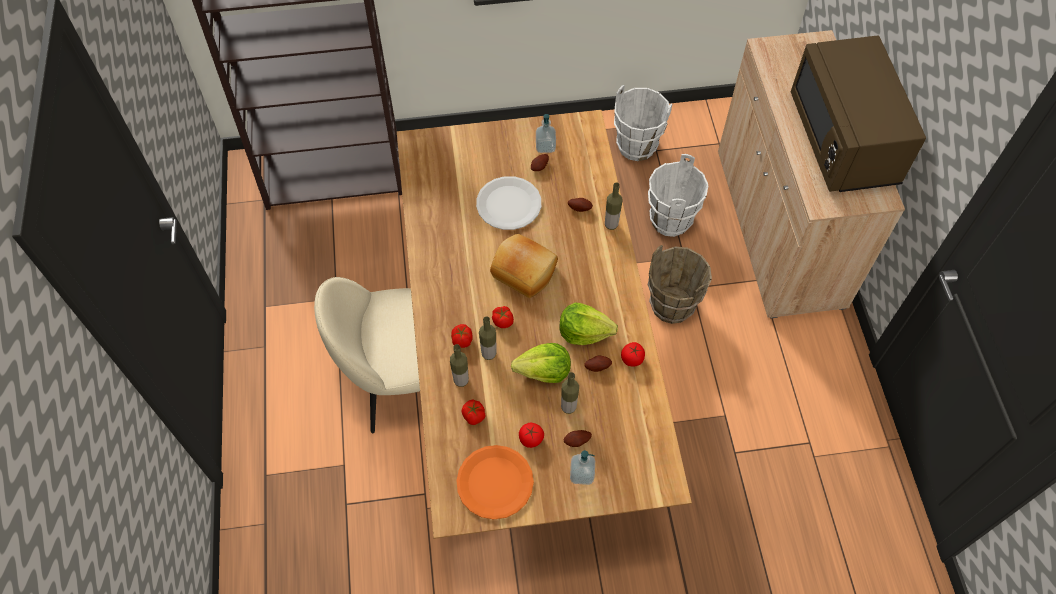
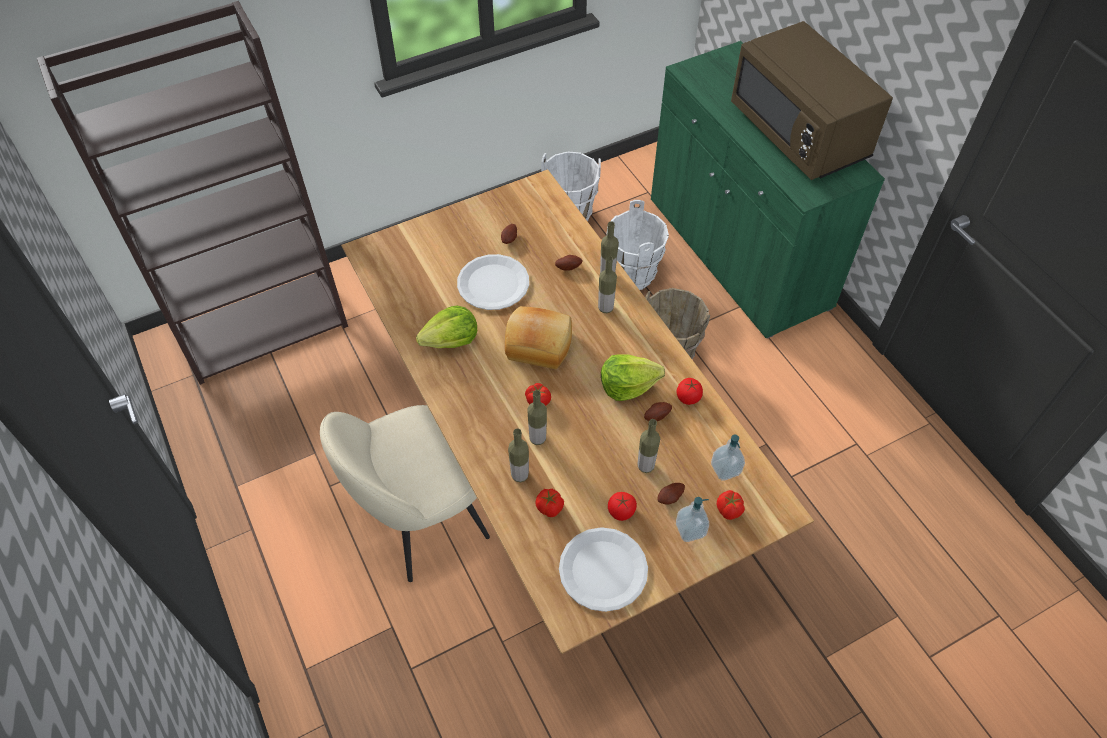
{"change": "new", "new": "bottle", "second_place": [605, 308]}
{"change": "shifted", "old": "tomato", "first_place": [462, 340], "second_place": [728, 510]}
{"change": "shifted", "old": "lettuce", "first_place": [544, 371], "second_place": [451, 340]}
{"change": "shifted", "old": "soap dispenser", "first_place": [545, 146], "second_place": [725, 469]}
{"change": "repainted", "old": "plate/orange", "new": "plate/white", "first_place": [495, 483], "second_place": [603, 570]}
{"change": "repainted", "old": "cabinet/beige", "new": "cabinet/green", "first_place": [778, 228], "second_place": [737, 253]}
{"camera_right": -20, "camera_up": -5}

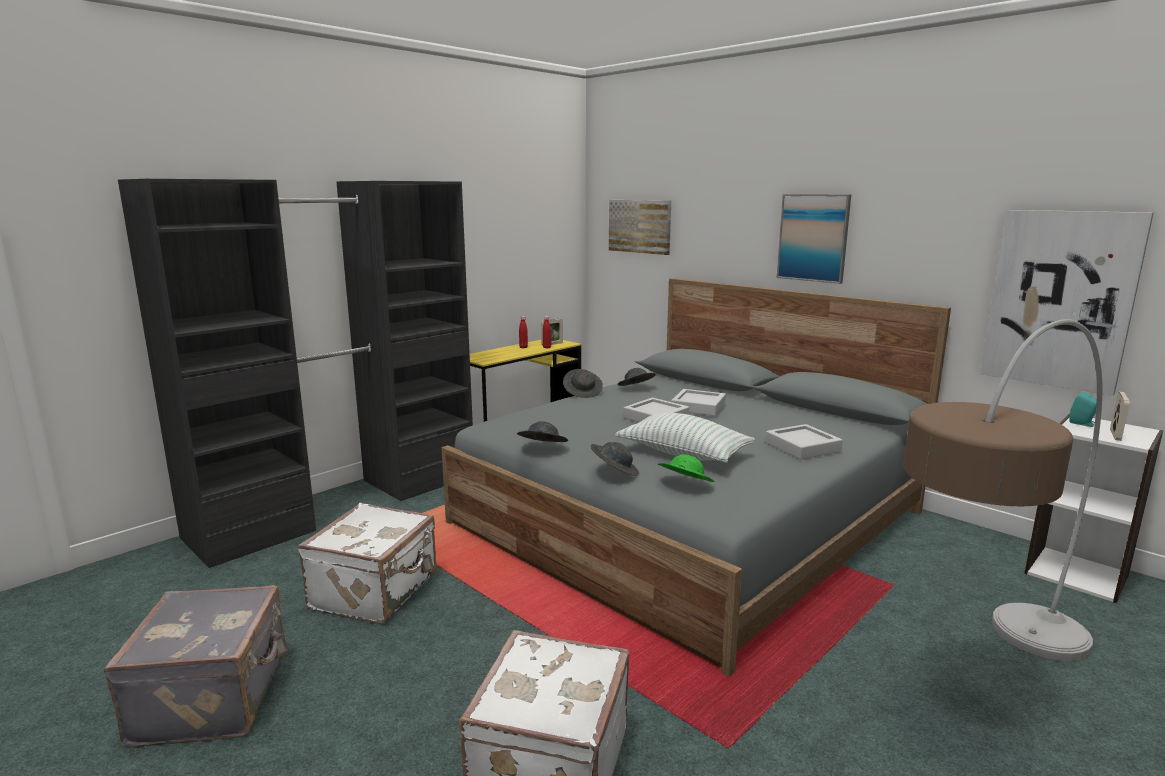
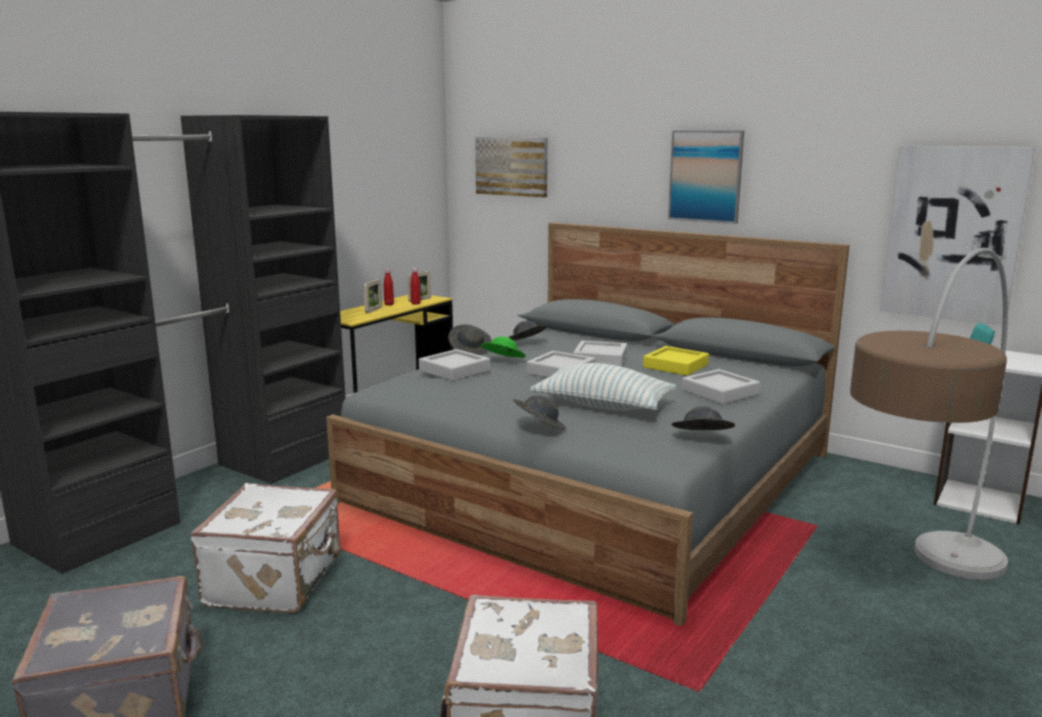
{"change": "new", "new": "tray/grey", "second_place": [454, 370]}
{"change": "new", "new": "tray/yellow", "second_place": [675, 366]}
{"change": "shifted", "old": "hat/grey", "first_place": [542, 448], "second_place": [701, 439]}
{"change": "shifted", "old": "hat/green", "first_place": [684, 485], "second_place": [502, 361]}
{"change": "shifted", "old": "picture frame", "first_place": [1115, 435], "second_place": [373, 310]}
{"camera_right": -10, "camera_up": 0}

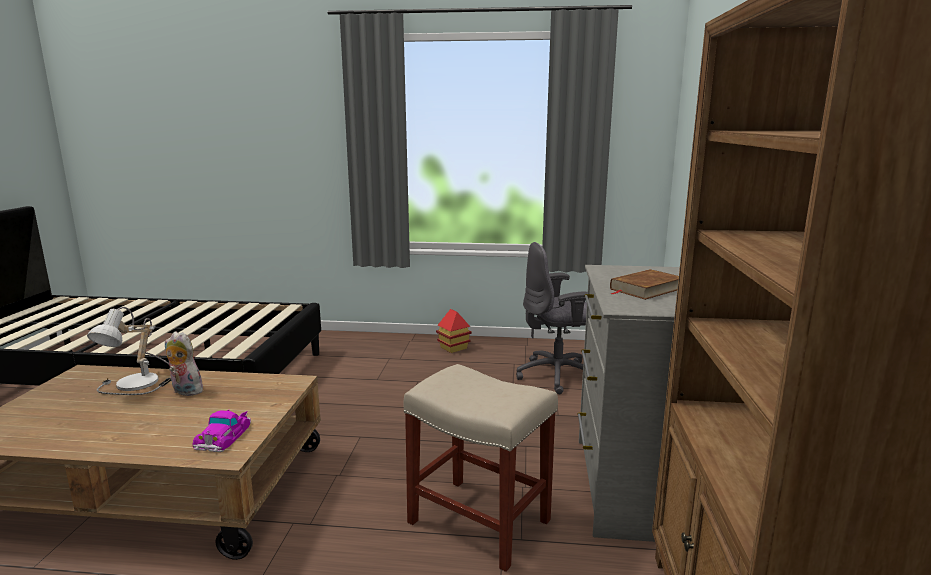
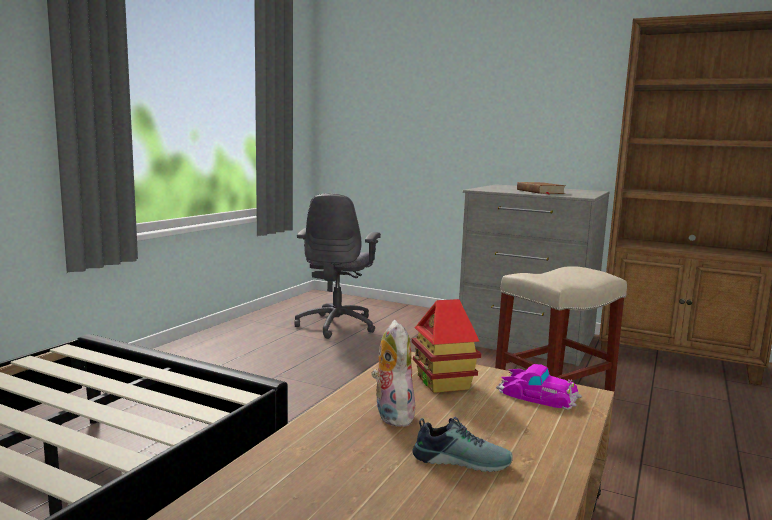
{"change": "gone", "old": "table lamp", "first_place": [139, 384]}
{"change": "new", "new": "shoe", "second_place": [461, 460]}
{"change": "shifted", "old": "toy house", "first_place": [453, 348], "second_place": [443, 383]}
{"change": "rotated", "old": "plush toy", "first_place": [185, 391], "second_place": [391, 415], "degrees": 120}
{"camera_right": -70, "camera_up": -5}

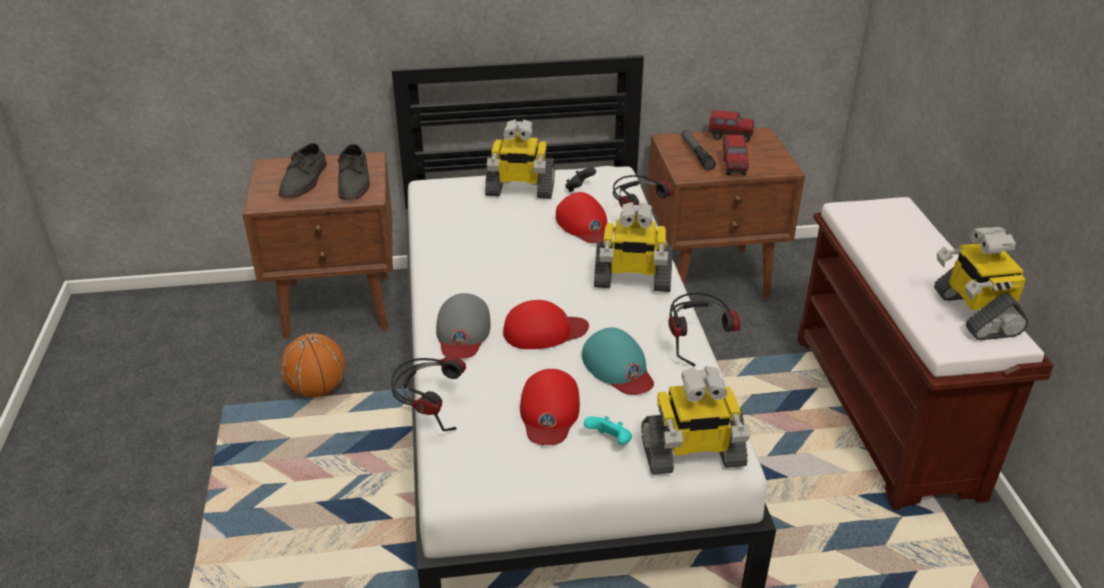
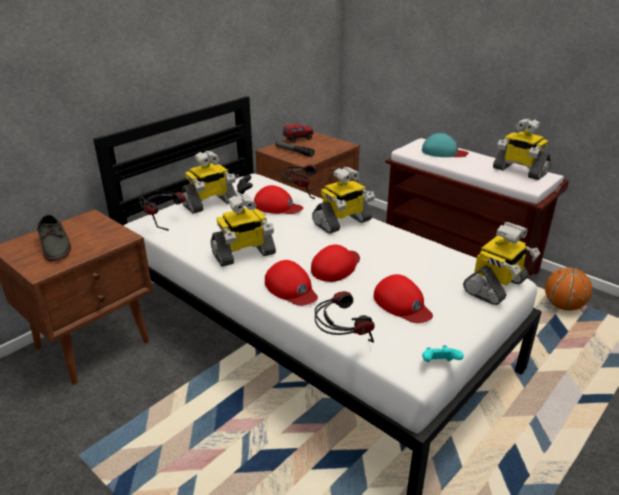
{"change": "gone", "old": "shoe/grey", "first_place": [354, 182]}
{"change": "gone", "old": "toy truck", "first_place": [734, 166]}
{"change": "new", "new": "toy robot", "second_place": [243, 254]}
{"change": "shifted", "old": "basketball", "first_place": [317, 389], "second_place": [563, 306]}
{"change": "shifted", "old": "cap/turquoise", "first_place": [618, 368], "second_place": [443, 152]}
{"change": "shifted", "old": "game controller/turquoise", "first_place": [610, 441], "second_place": [439, 364]}
{"change": "shifted", "old": "headphones", "first_place": [697, 345], "second_place": [163, 222]}
{"change": "repainted", "old": "cap/grey", "new": "cap/red", "first_place": [462, 332], "second_place": [291, 288]}
{"camera_right": -40, "camera_up": -5}

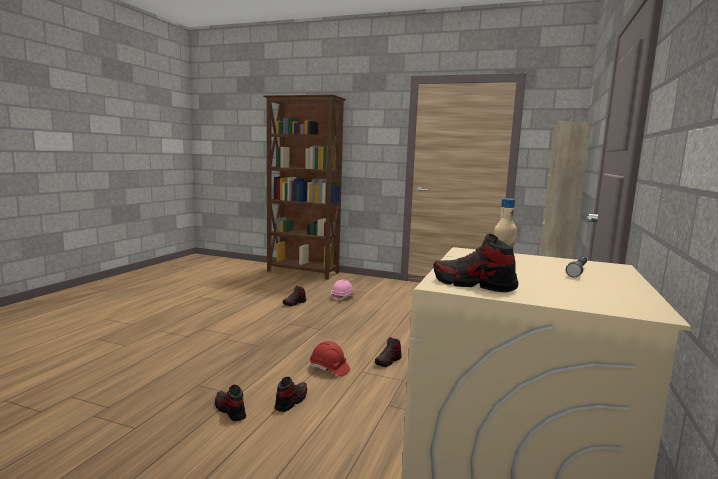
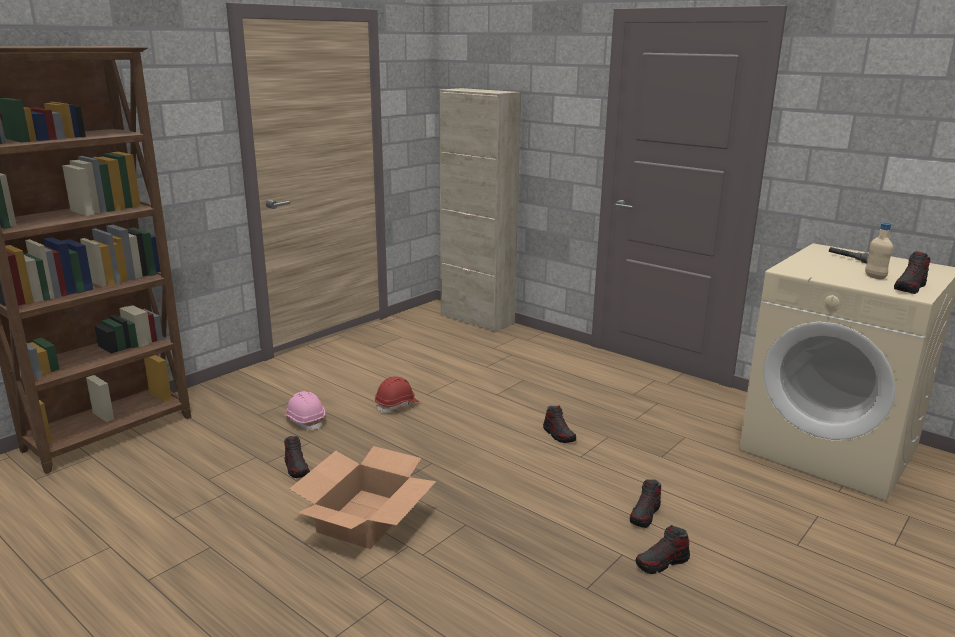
{"change": "new", "new": "cardboard box", "second_place": [365, 518]}
{"change": "shifted", "old": "hard hat/red", "first_place": [329, 369], "second_place": [397, 405]}
{"change": "rotated", "old": "shoe", "first_place": [291, 401], "second_place": [645, 515], "degrees": -105}
{"camera_right": -70, "camera_up": 10}

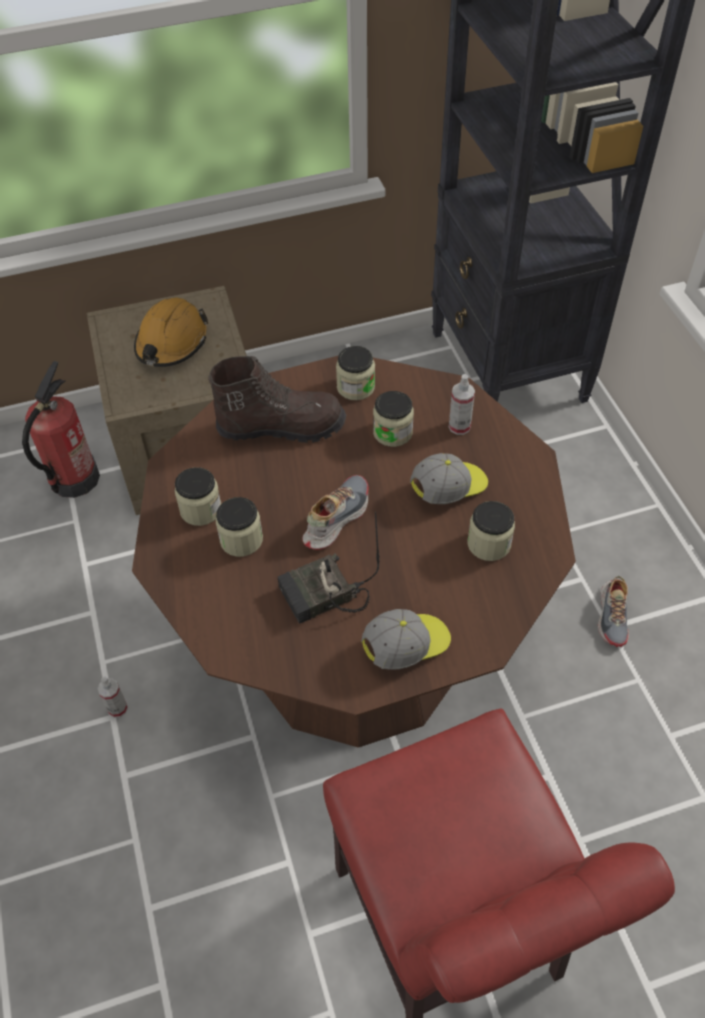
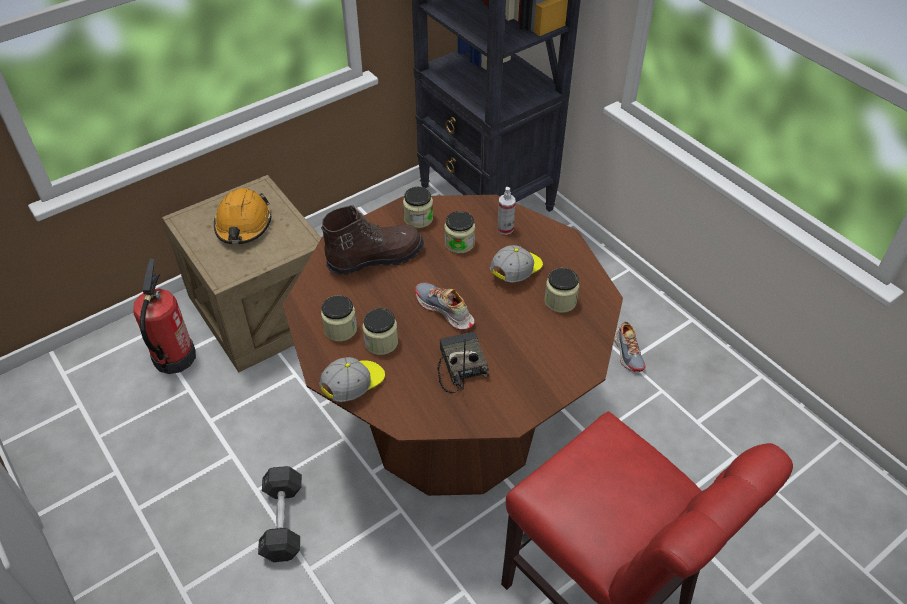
{"change": "shifted", "old": "cap", "first_place": [407, 646], "second_place": [354, 385]}
{"change": "swapped", "old": "spray bottle", "new": "dumbbell/grey", "first_place": [117, 708], "second_place": [283, 521]}
{"change": "rotated", "old": "radio", "first_place": [323, 597], "second_place": [460, 366], "degrees": 120}
{"change": "rotated", "old": "shoe", "first_place": [336, 518], "second_place": [444, 310], "degrees": -60}
{"camera_right": -20, "camera_up": -5}

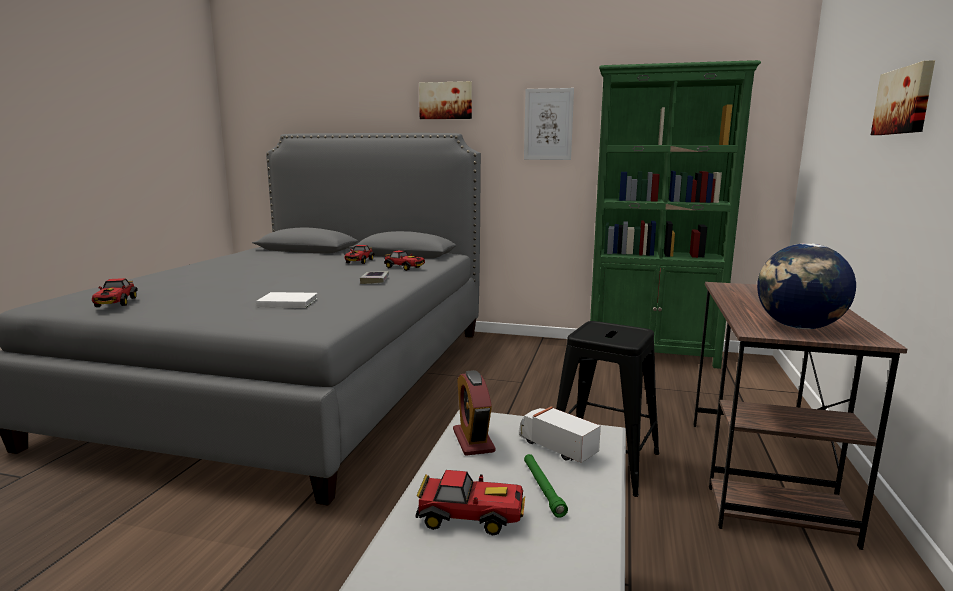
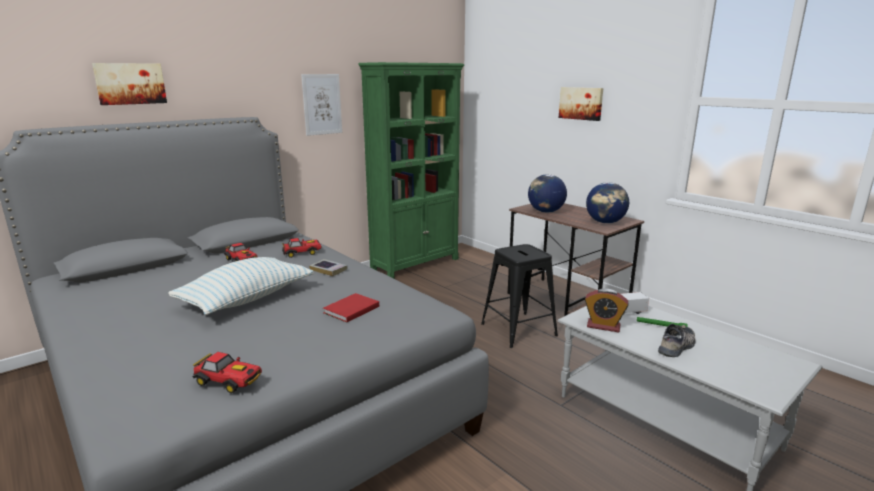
{"change": "new", "new": "pillow", "second_place": [246, 299]}
{"change": "new", "new": "globe", "second_place": [545, 212]}
{"change": "shifted", "old": "picture", "first_place": [446, 100], "second_place": [130, 83]}
{"change": "swapped", "old": "toy car", "new": "shoe", "first_place": [471, 517], "second_place": [677, 346]}
{"change": "repainted", "old": "book/white", "new": "book/red", "first_place": [287, 302], "second_place": [350, 310]}
{"camera_right": -55, "camera_up": 5}

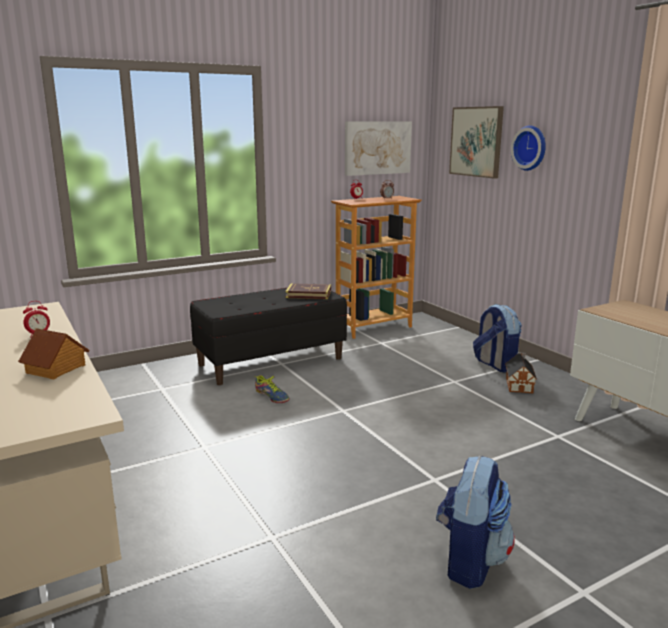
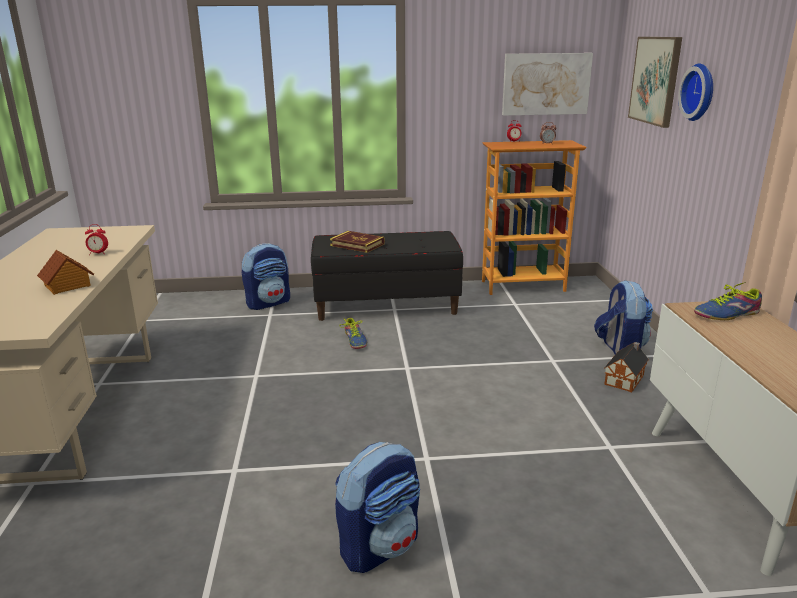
{"change": "new", "new": "backpack", "second_place": [268, 303]}
{"change": "new", "new": "shoe", "second_place": [727, 314]}
{"change": "shifted", "old": "book", "first_place": [308, 294], "second_place": [357, 244]}
{"camera_right": 25, "camera_up": 5}

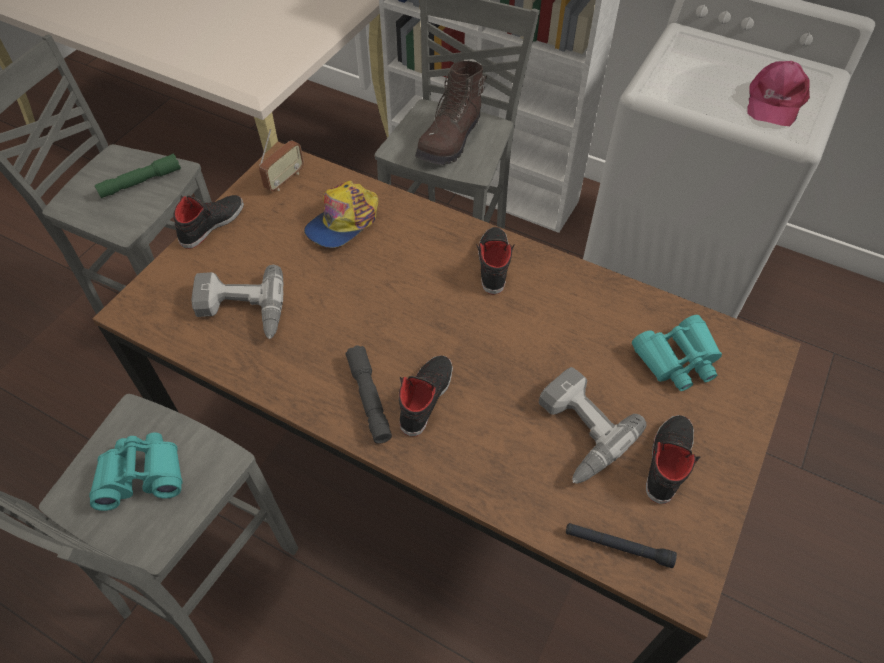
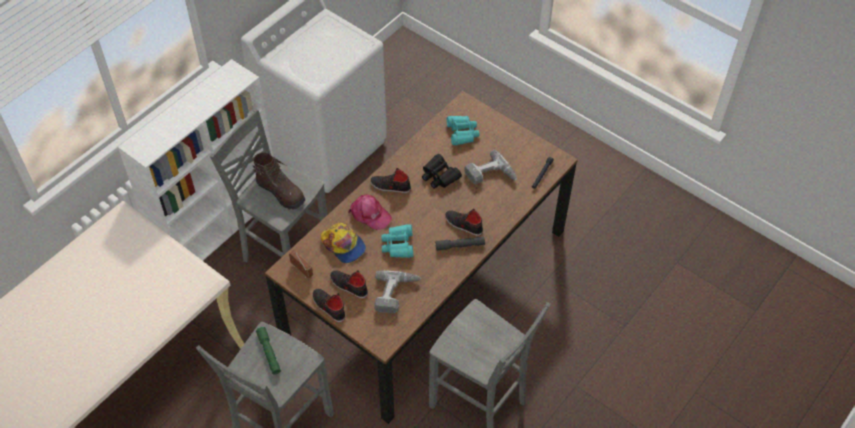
{"change": "new", "new": "binoculars/black", "second_place": [439, 176]}
{"change": "shifted", "old": "binoculars/turquoise", "first_place": [141, 475], "second_place": [398, 245]}
{"change": "shifted", "old": "shoe/black", "first_place": [667, 460], "second_place": [348, 286]}
{"change": "shifted", "old": "cap/pink", "first_place": [774, 101], "second_place": [369, 214]}
{"camera_right": -80, "camera_up": 0}

